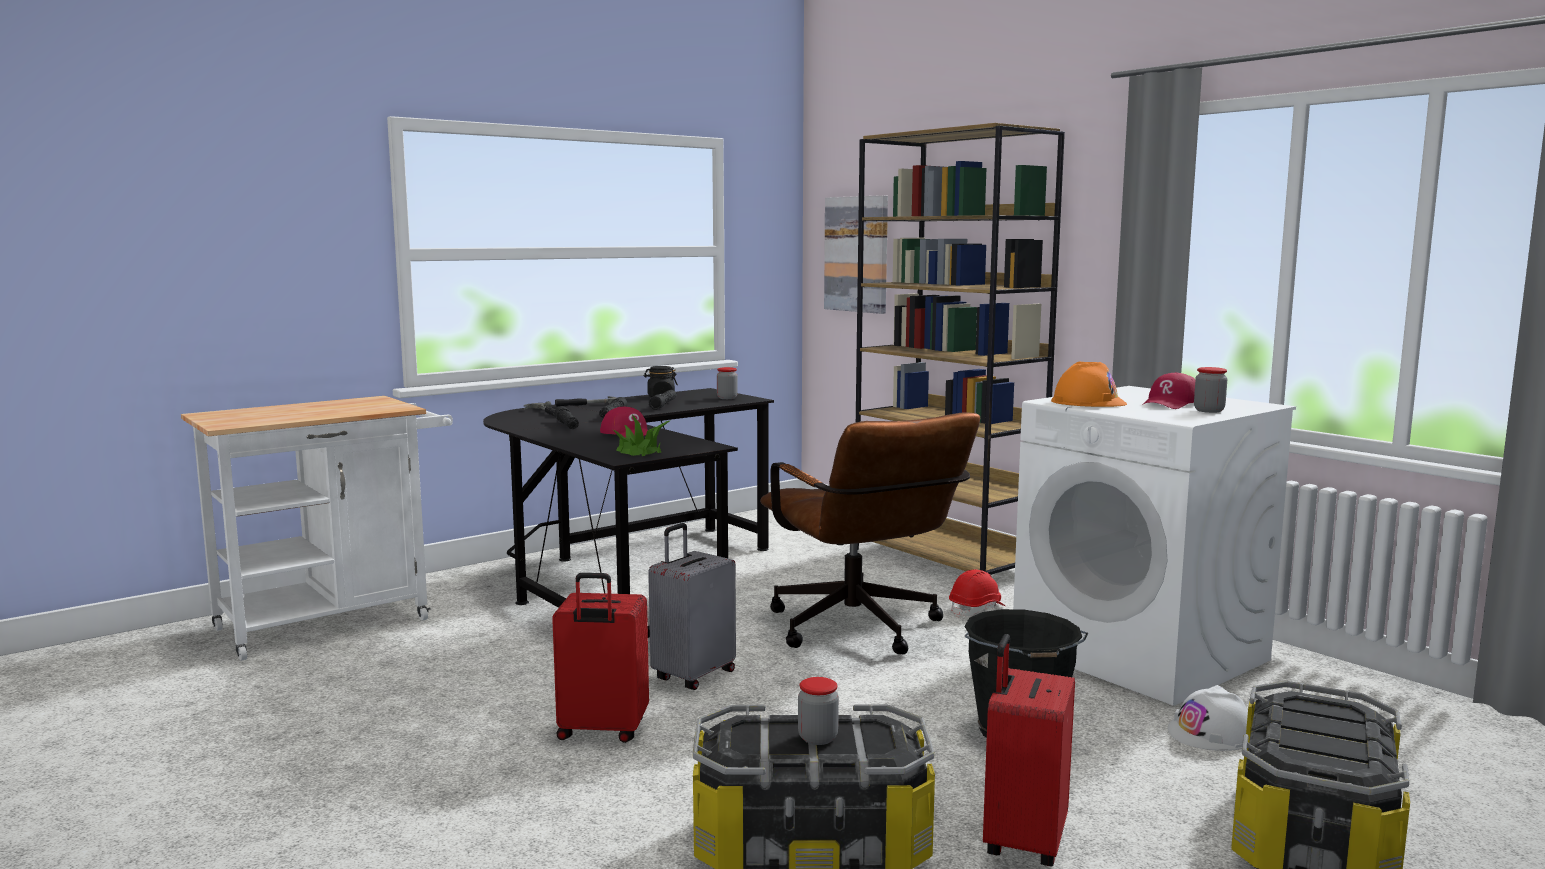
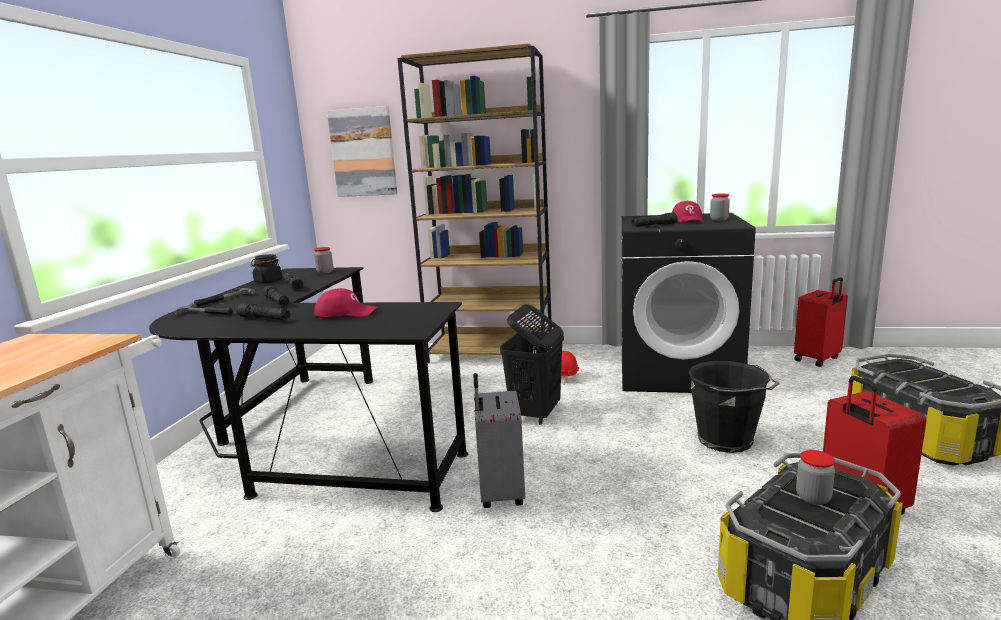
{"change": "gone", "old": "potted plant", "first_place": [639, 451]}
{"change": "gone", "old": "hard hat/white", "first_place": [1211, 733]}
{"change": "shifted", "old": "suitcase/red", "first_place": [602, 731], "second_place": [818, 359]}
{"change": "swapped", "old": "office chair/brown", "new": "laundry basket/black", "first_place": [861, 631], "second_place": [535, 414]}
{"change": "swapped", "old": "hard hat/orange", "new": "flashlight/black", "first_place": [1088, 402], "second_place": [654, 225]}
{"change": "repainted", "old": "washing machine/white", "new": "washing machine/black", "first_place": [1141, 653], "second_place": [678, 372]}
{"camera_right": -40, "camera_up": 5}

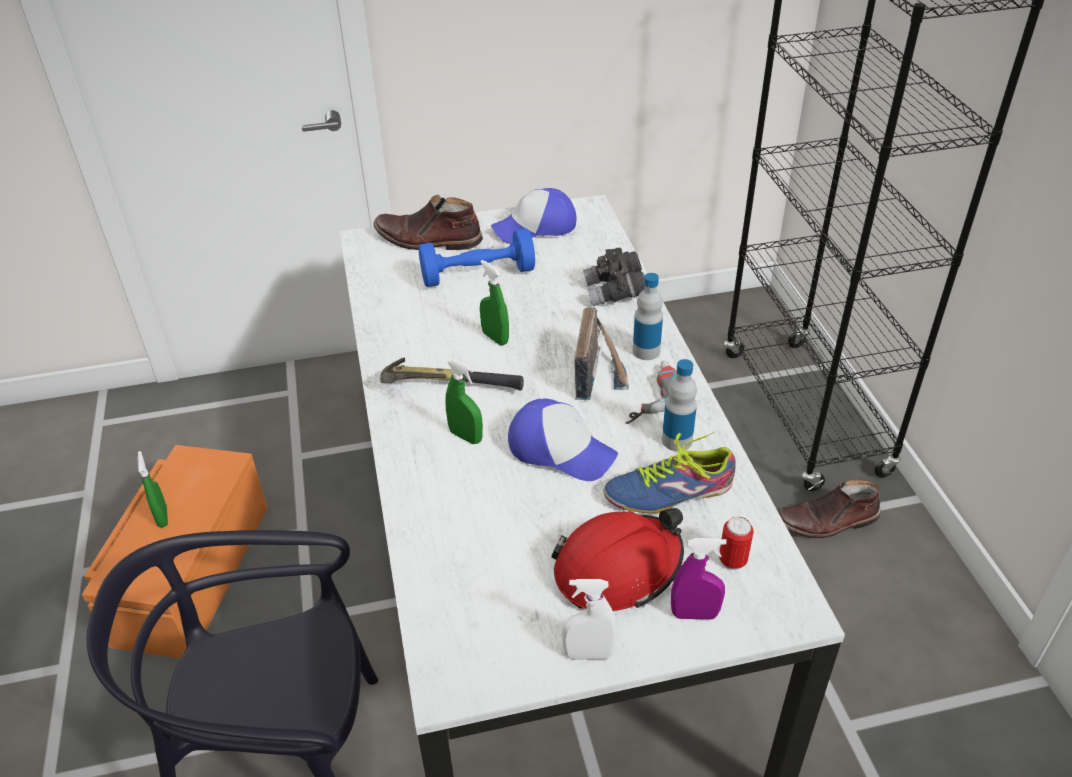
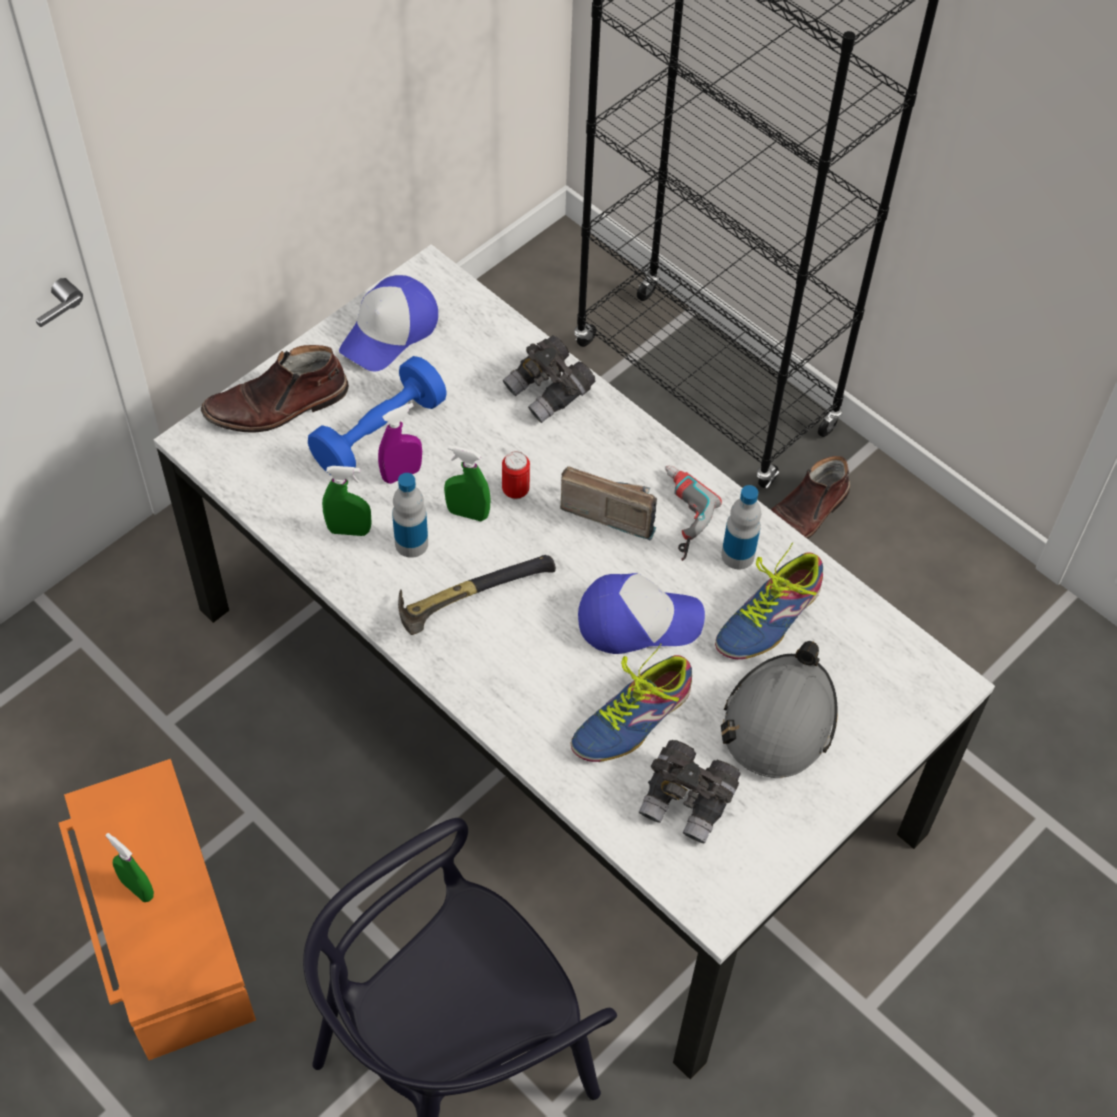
{"change": "gone", "old": "spray bottle/white", "first_place": [588, 654]}
{"change": "new", "new": "shoe", "second_place": [633, 719]}
{"change": "new", "new": "binoculars/grey", "second_place": [688, 801]}
{"change": "shifted", "old": "spray bottle/green", "first_place": [466, 436], "second_place": [349, 530]}
{"change": "shifted", "old": "bottle", "first_place": [646, 351], "second_place": [411, 543]}
{"change": "shifted", "old": "spray bottle/purple", "first_place": [694, 614], "second_place": [401, 474]}
{"change": "shifted", "old": "can", "first_place": [732, 561], "second_place": [515, 490]}
{"change": "repainted", "old": "hard hat/red", "new": "hard hat/grey", "first_place": [618, 569], "second_place": [779, 721]}
{"change": "rotated", "old": "radio", "first_place": [599, 373], "second_place": [609, 508], "degrees": -45}
{"camera_right": -35, "camera_up": 15}

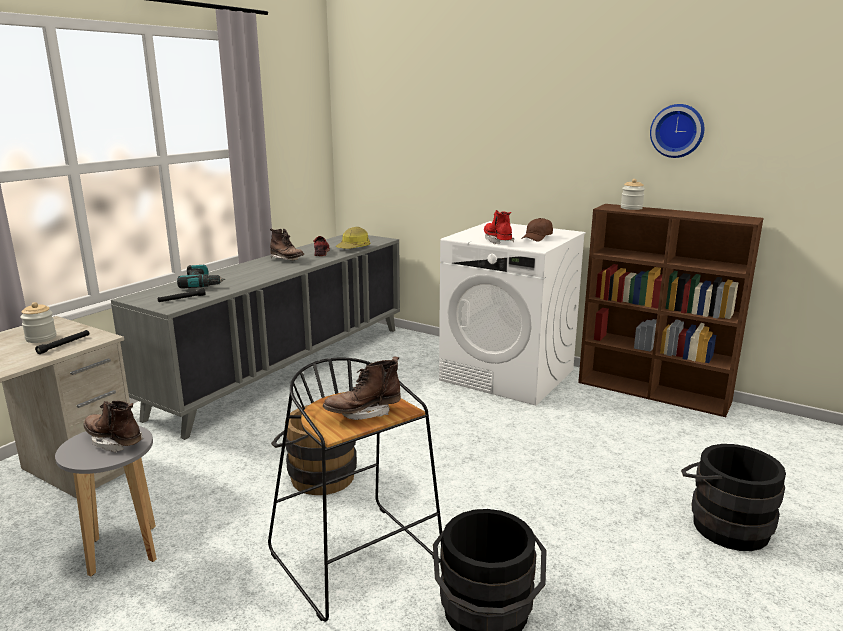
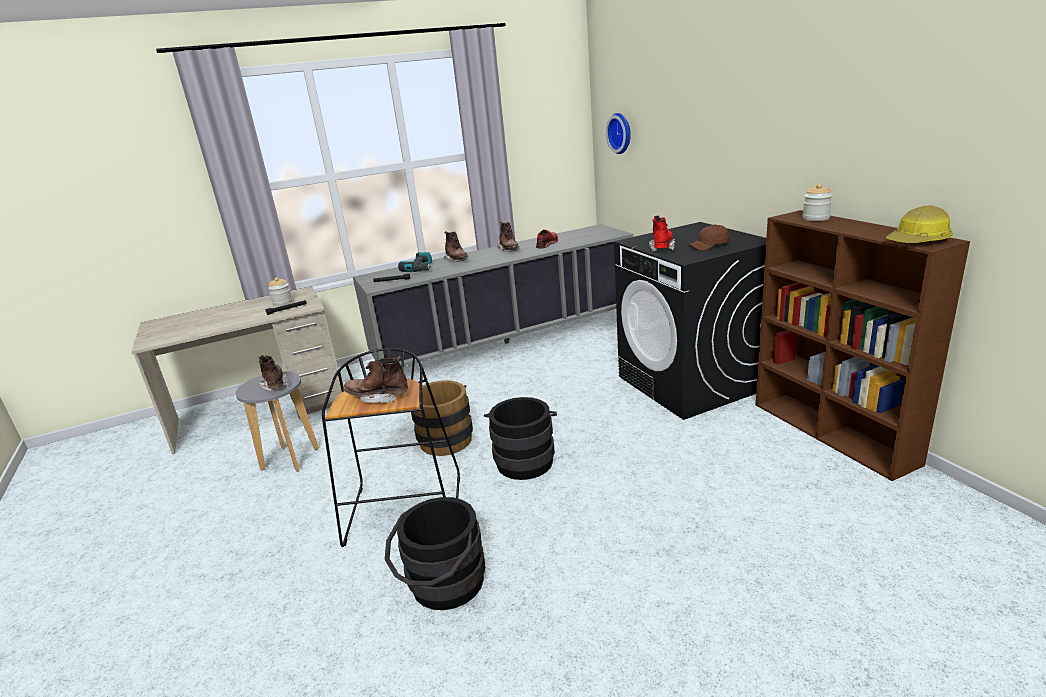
{"change": "new", "new": "boot/brown", "second_place": [457, 260]}
{"change": "shifted", "old": "hard hat", "first_place": [354, 248], "second_place": [918, 241]}
{"change": "shifted", "old": "wall clock", "first_place": [677, 130], "second_place": [621, 133]}
{"change": "shifted", "old": "bucket/black", "first_place": [724, 523], "second_place": [525, 459]}
{"change": "repainted", "old": "washing machine/white", "new": "washing machine/black", "first_place": [508, 375], "second_place": [690, 383]}
{"camera_right": 35, "camera_up": 5}

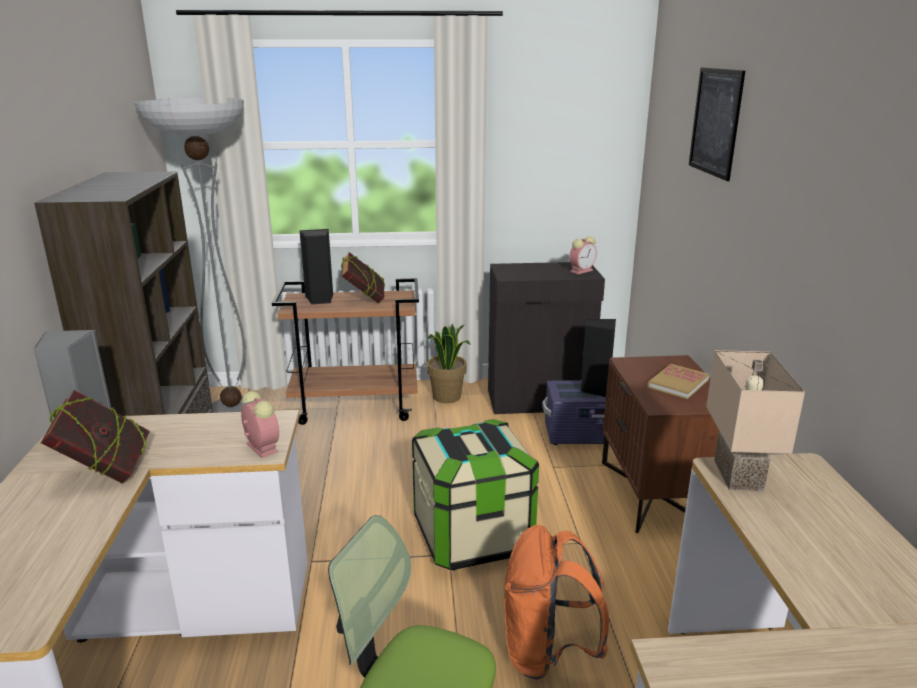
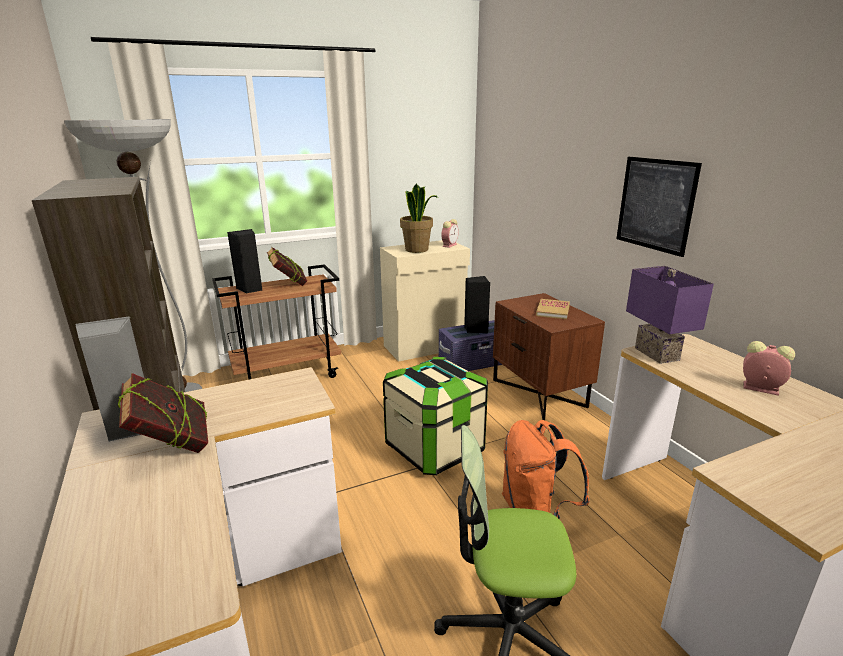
{"change": "shifted", "old": "alarm clock", "first_place": [261, 447], "second_place": [759, 388]}
{"change": "shifted", "old": "potted plant", "first_place": [447, 397], "second_place": [417, 250]}
{"change": "shifted", "old": "picture", "first_place": [715, 122], "second_place": [655, 204]}
{"change": "repainted", "old": "cabinet/black", "new": "cabinet/beige", "first_place": [540, 401], "second_place": [425, 347]}
{"change": "repainted", "old": "table lamp/beige", "new": "table lamp/purple", "first_place": [734, 474], "second_place": [654, 354]}
{"camera_right": -20, "camera_up": 0}

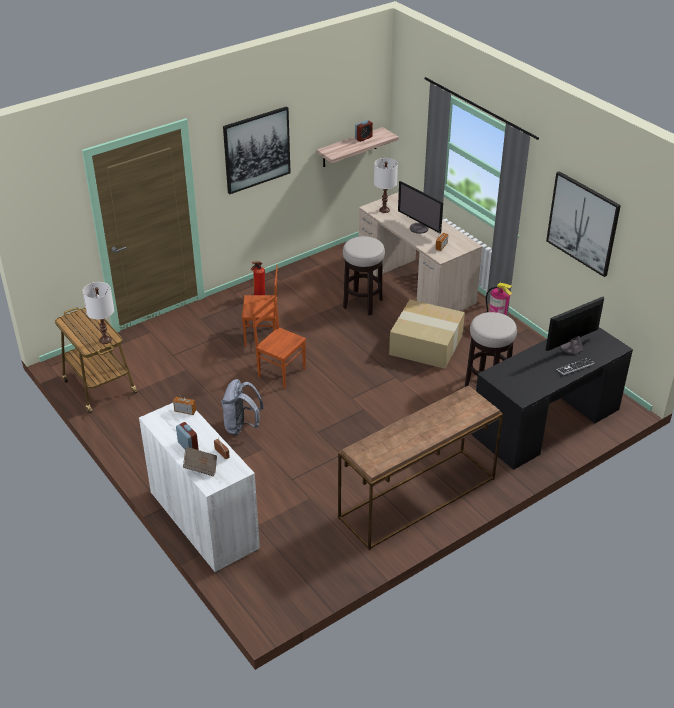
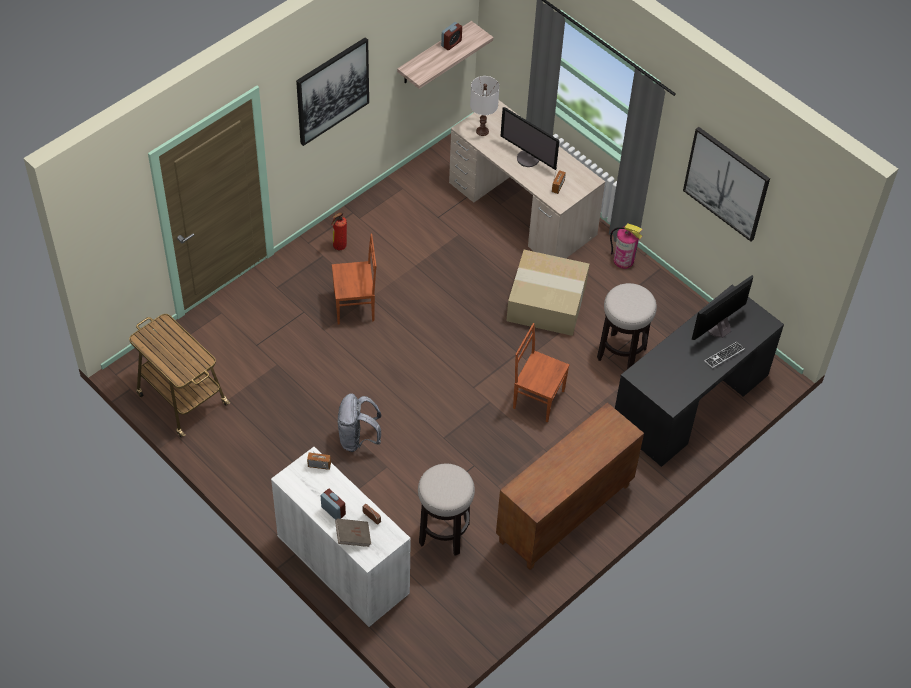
{"change": "gone", "old": "table lamp/white", "first_place": [105, 340]}
{"change": "shifted", "old": "chair/brown", "first_place": [281, 372], "second_place": [538, 398]}
{"change": "shifted", "old": "stool", "first_place": [362, 303], "second_place": [444, 533]}
{"change": "swapped", "old": "console table/brown", "new": "cabinet/brown", "first_place": [417, 499], "second_place": [564, 515]}
{"camera_right": -10, "camera_up": 15}

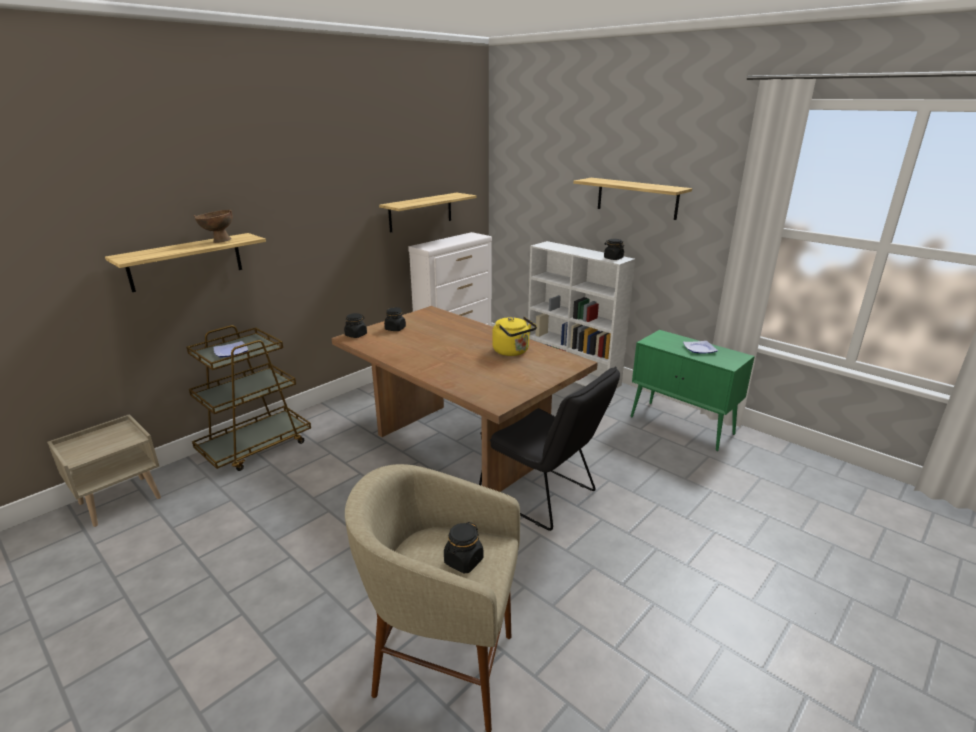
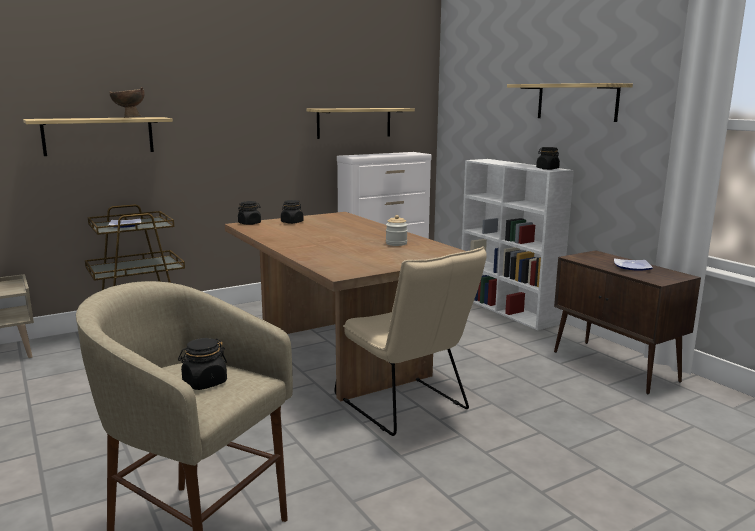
{"change": "swapped", "old": "kettle/yellow", "new": "jar", "first_place": [512, 352], "second_place": [396, 243]}
{"change": "repainted", "old": "chair/black", "new": "chair/beige", "first_place": [543, 496], "second_place": [405, 406]}
{"change": "repainted", "old": "cabinet/green", "new": "cabinet/brown", "first_place": [682, 426], "second_place": [615, 367]}
{"camera_right": 15, "camera_up": -10}

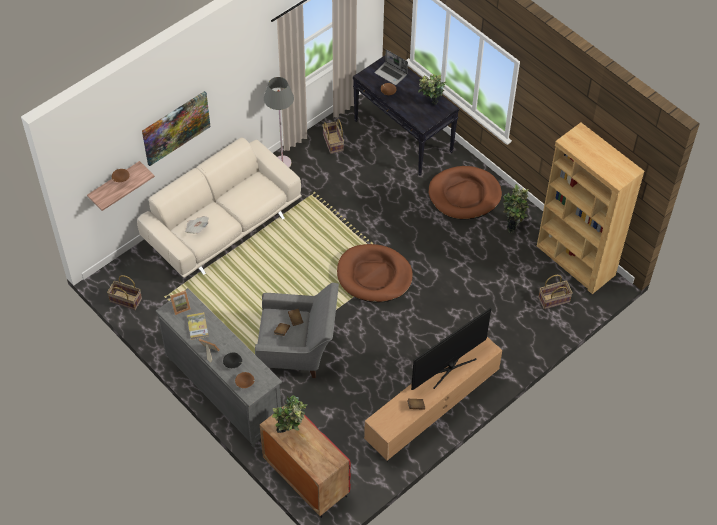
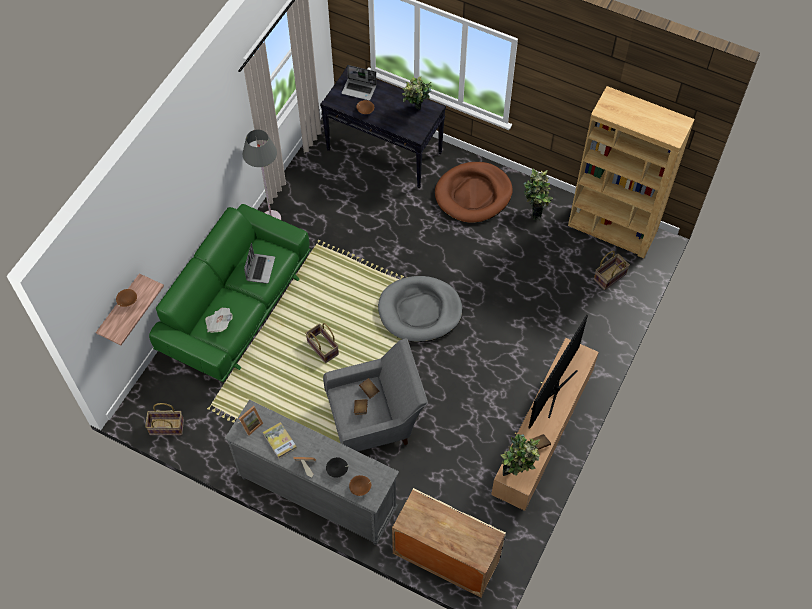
{"change": "gone", "old": "picture", "first_place": [176, 127]}
{"change": "new", "new": "laptop", "second_place": [260, 268]}
{"change": "shifted", "old": "potted plant", "first_place": [290, 433], "second_place": [517, 471]}
{"change": "shifted", "old": "basket", "first_place": [332, 143], "second_place": [322, 348]}
{"change": "repainted", "old": "sofa/beige", "new": "sofa/green", "first_place": [223, 224], "second_place": [236, 307]}
{"change": "repainted", "old": "cabinet/red", "new": "cabinet/beige", "first_place": [305, 478], "second_place": [445, 558]}
{"change": "repainted", "old": "dog bed/brown", "new": "dog bed/grey", "first_place": [374, 275], "second_place": [420, 311]}
{"camera_right": -20, "camera_up": 5}

